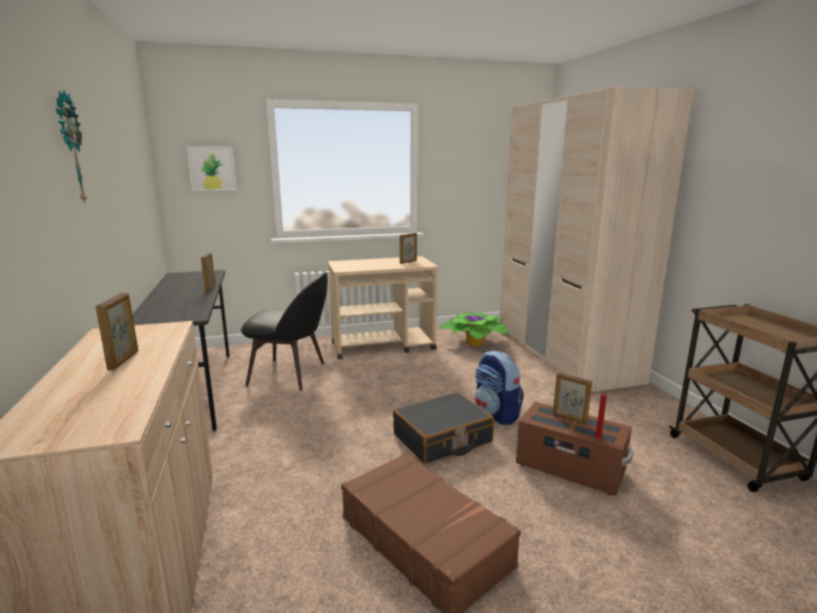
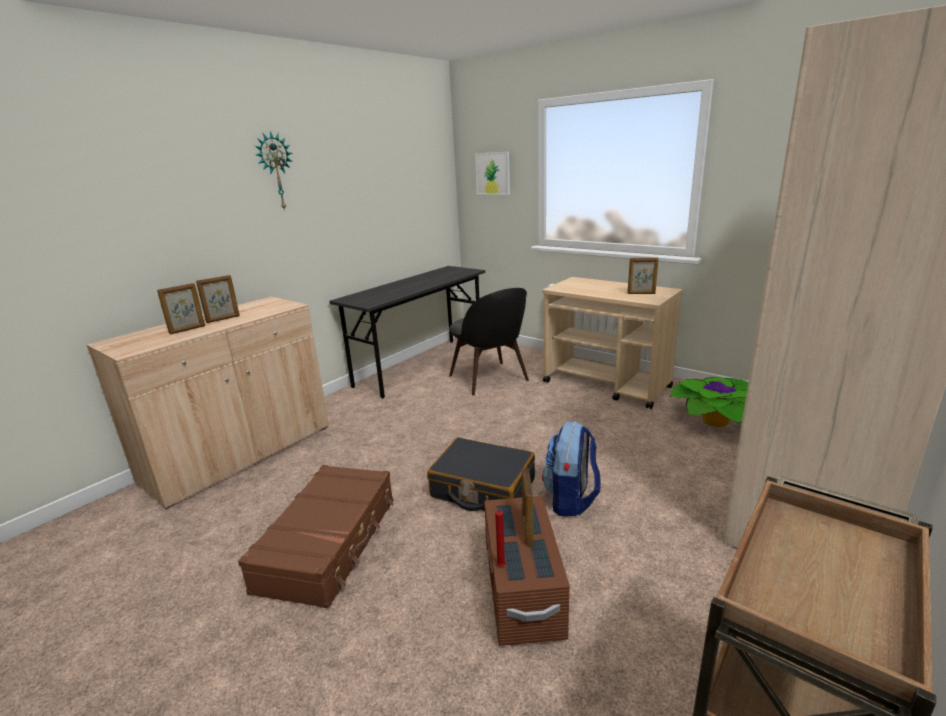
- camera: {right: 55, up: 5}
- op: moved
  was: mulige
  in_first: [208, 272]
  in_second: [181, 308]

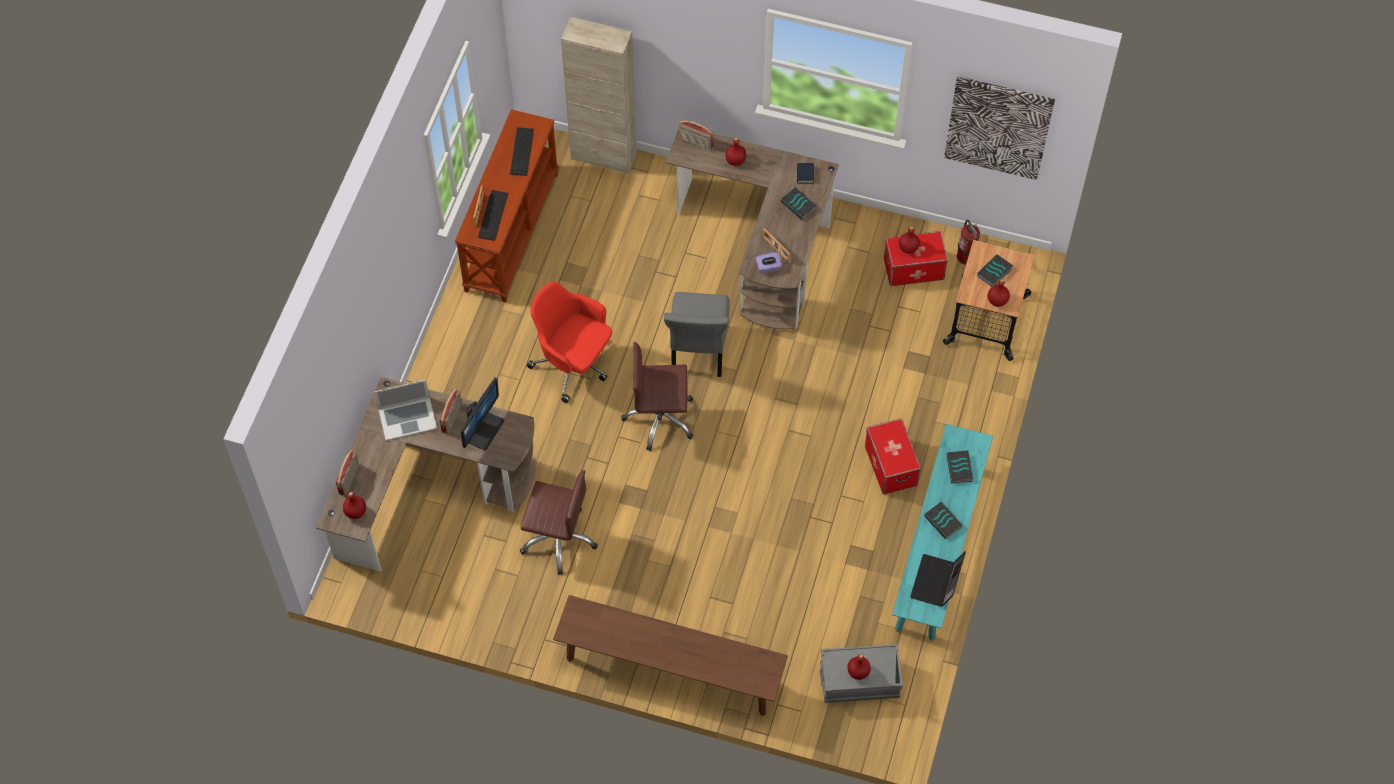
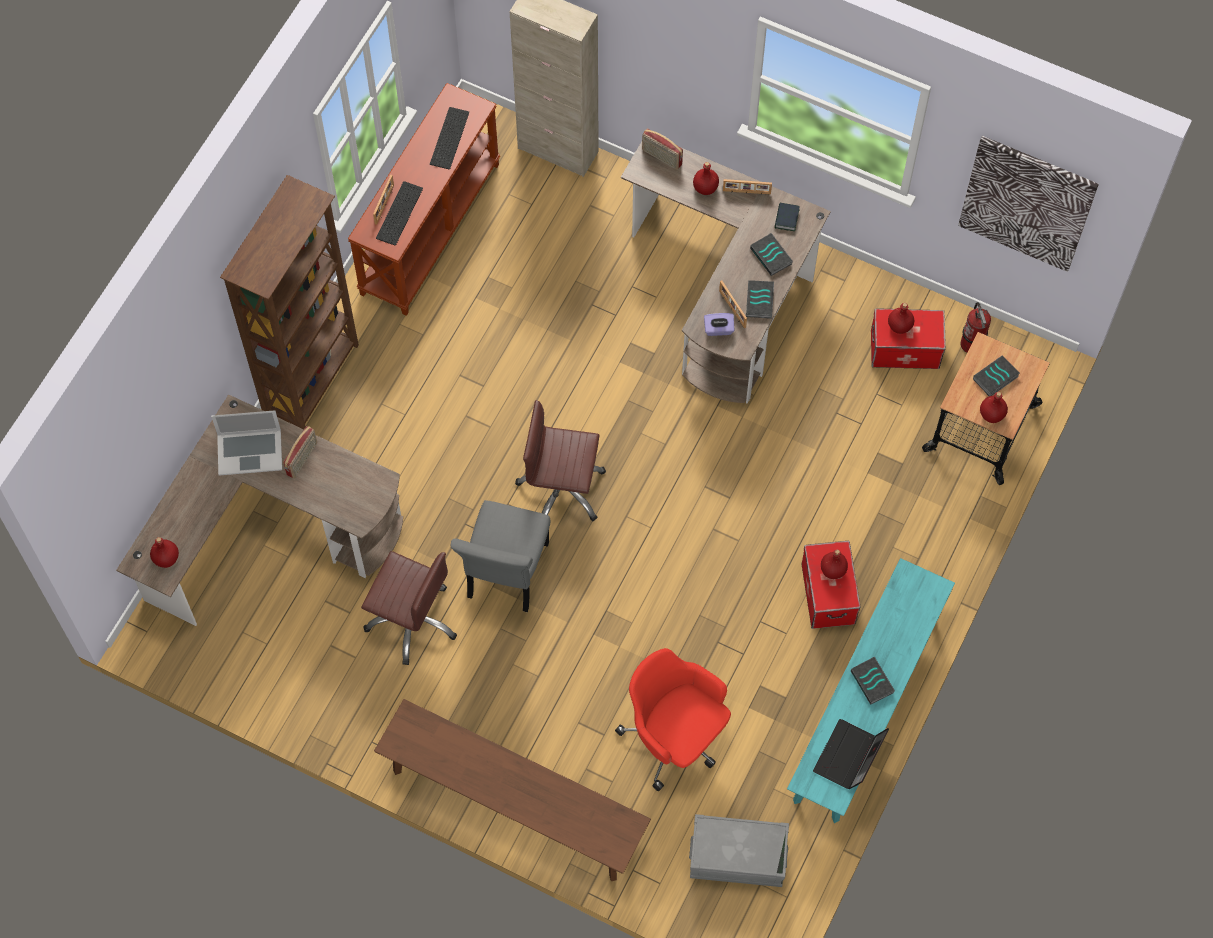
- camera: {right: 10, up: 5}
- op: removed
  was: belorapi
  in_first: [347, 472]
- op: removed
  was: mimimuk
  in_first: [482, 413]
- op: added
  now: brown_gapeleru
  in_second: [289, 302]
- op: added
  now: mulige
  in_second: [747, 187]
- op: moved
  was: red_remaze
  in_first: [569, 342]
  in_second: [673, 719]
- op: moved
  was: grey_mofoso
  in_first: [697, 334]
  in_second: [501, 556]
- op: moved
  was: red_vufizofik
  in_first: [859, 667]
  in_second: [834, 564]
- op: moved
  was: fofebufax
  in_first: [960, 466]
  in_second: [760, 299]

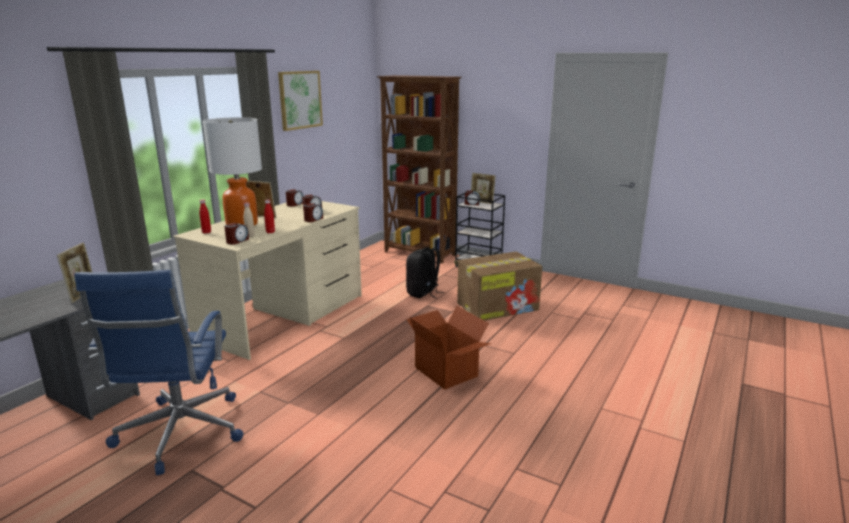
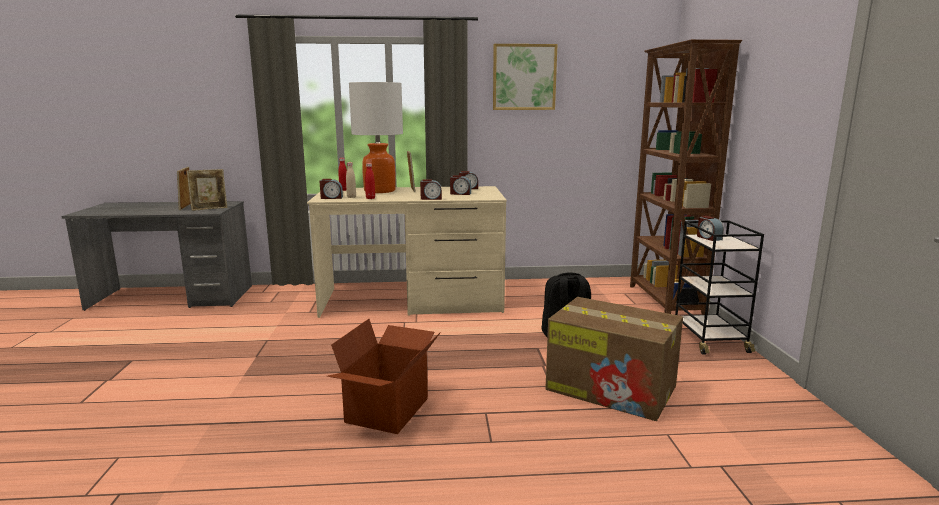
- camera: {right: 55, up: -5}
- op: removed
  was: blue_remaze
  in_first: [159, 372]
- op: moved
  was: mulige
  in_first: [483, 188]
  in_second: [184, 188]

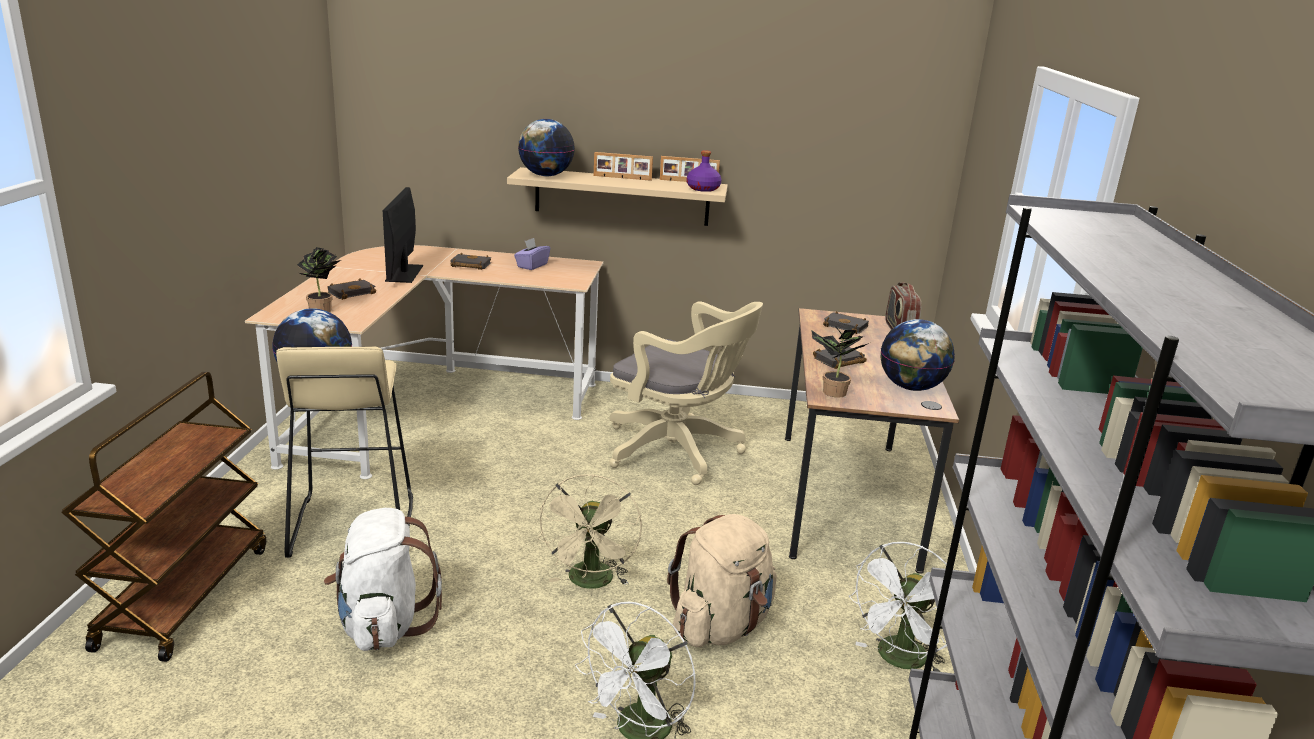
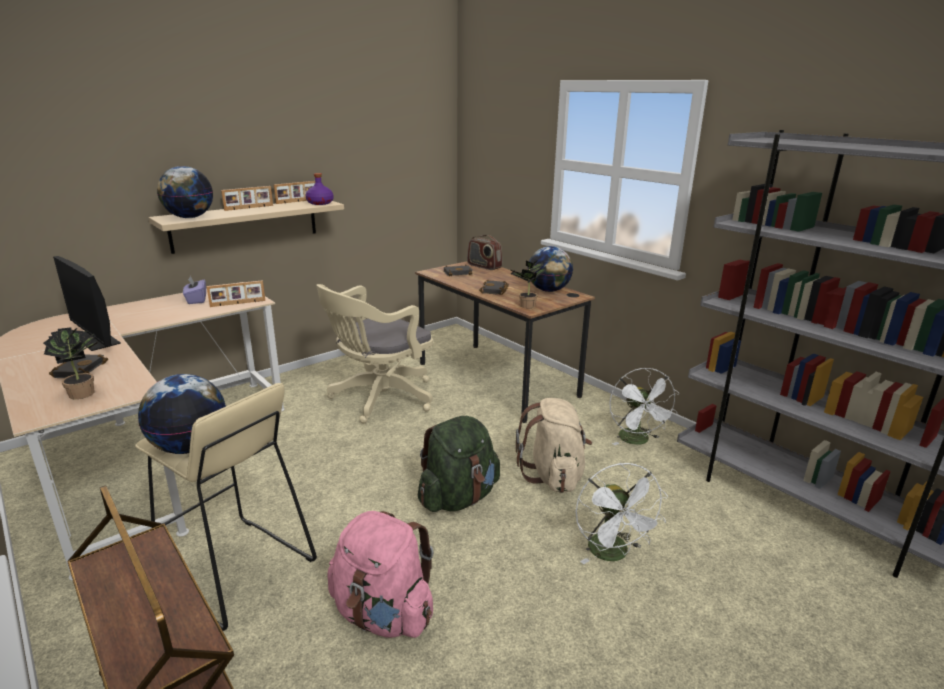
- camera: {right: -45, up: 0}
- op: removed
  was: black_fofebufax
  in_first: [471, 261]
- op: added
  now: mulige
  in_second: [235, 293]
- op: replaced
  was: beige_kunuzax
  now: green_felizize
  in_first: [589, 531]
  in_second: [459, 464]
- op: recoloured
  was: white_felizize
  now: pink_felizize
  in_first: [383, 579]
  in_second: [380, 574]
- op: turned
  was: beige_remaze
  in_first: [686, 393]
  in_second: [374, 354]
  clockwise: 150

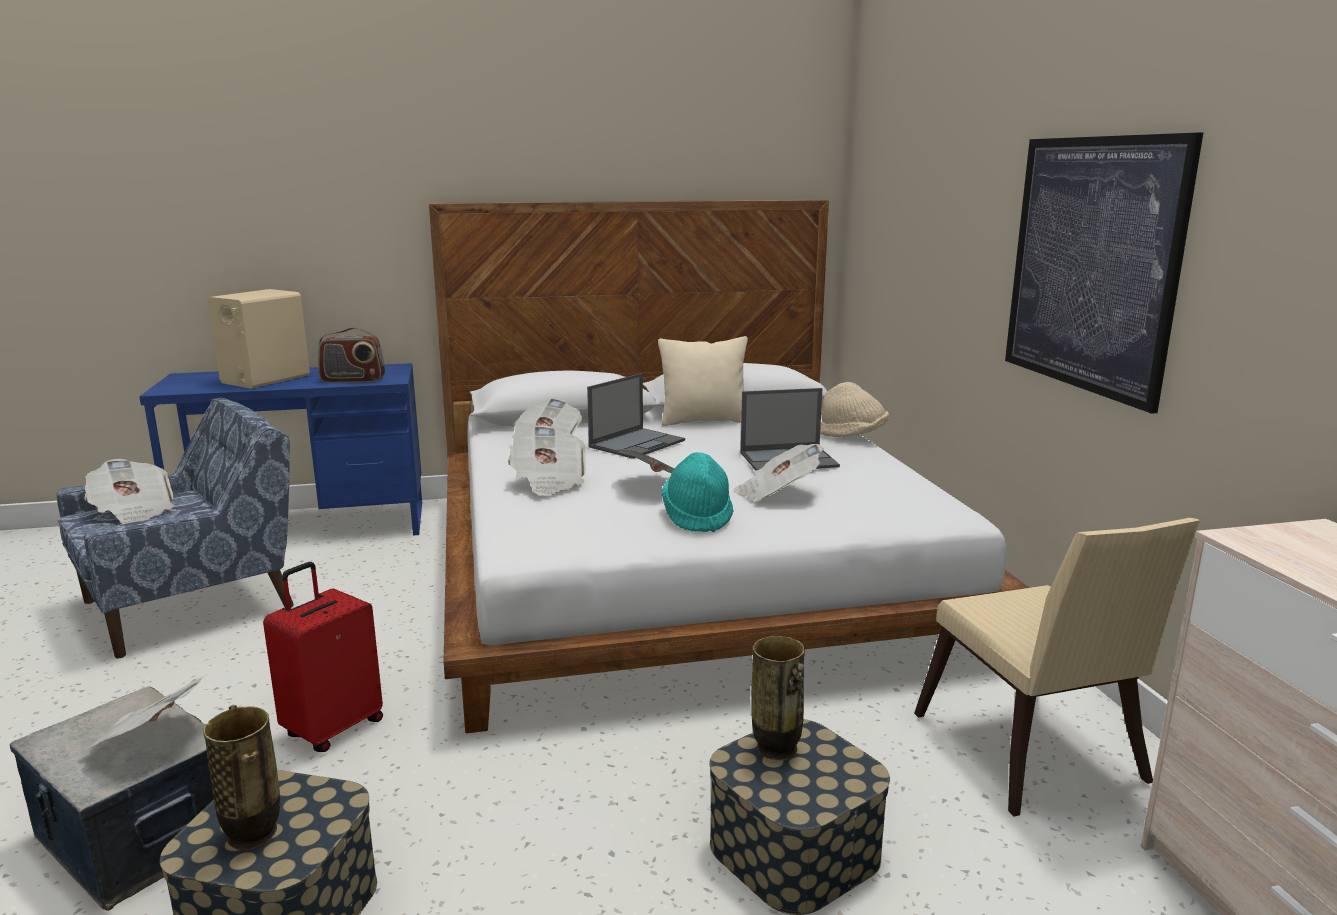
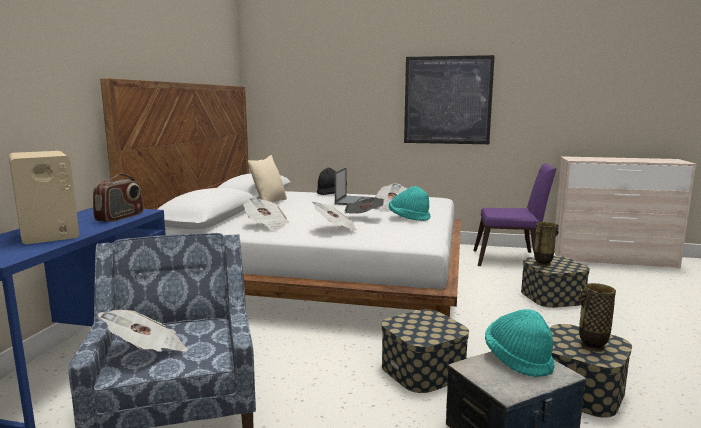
- camera: {right: -65, up: -5}
- op: removed
  was: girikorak
  in_first: [636, 416]
- op: replaced
  was: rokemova
  now: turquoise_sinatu
  in_first: [143, 713]
  in_second: [520, 343]
- op: replaced
  was: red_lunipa
  now: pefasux
  in_first: [323, 657]
  in_second: [425, 351]
- op: recoloured
  was: beige_sinatu
  now: black_sinatu
  in_first: [854, 409]
  in_second: [332, 181]
- op: recoloured
  was: beige_mofoso
  now: purple_mofoso
  in_first: [1057, 667]
  in_second: [515, 214]

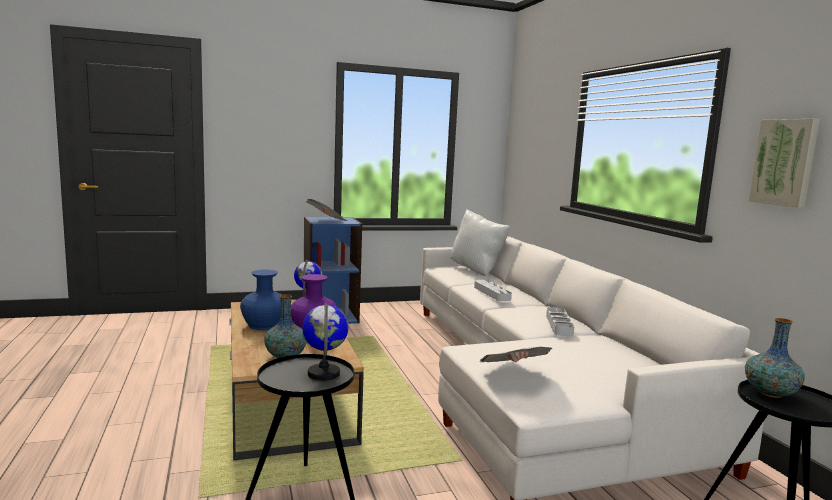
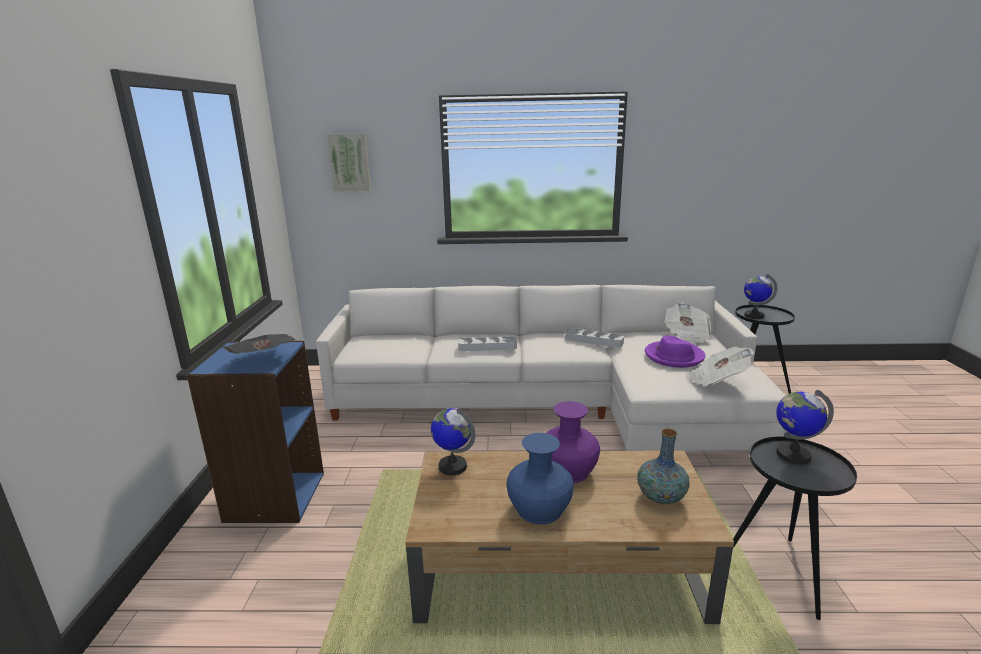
- camera: {right: -70, up: 10}
- op: removed
  was: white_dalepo
  in_first: [480, 242]
- op: added
  now: purple_sinatu
  in_second: [675, 352]
- op: added
  now: rokemova
  in_second: [688, 324]
- op: moved
  was: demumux
  in_first: [784, 163]
  in_second: [349, 162]
- op: replaced
  was: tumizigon
  now: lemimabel
  in_first: [775, 358]
  in_second: [760, 296]

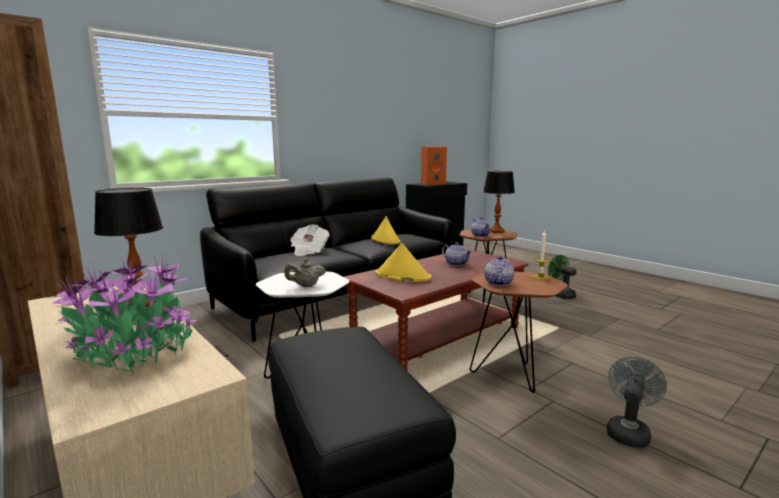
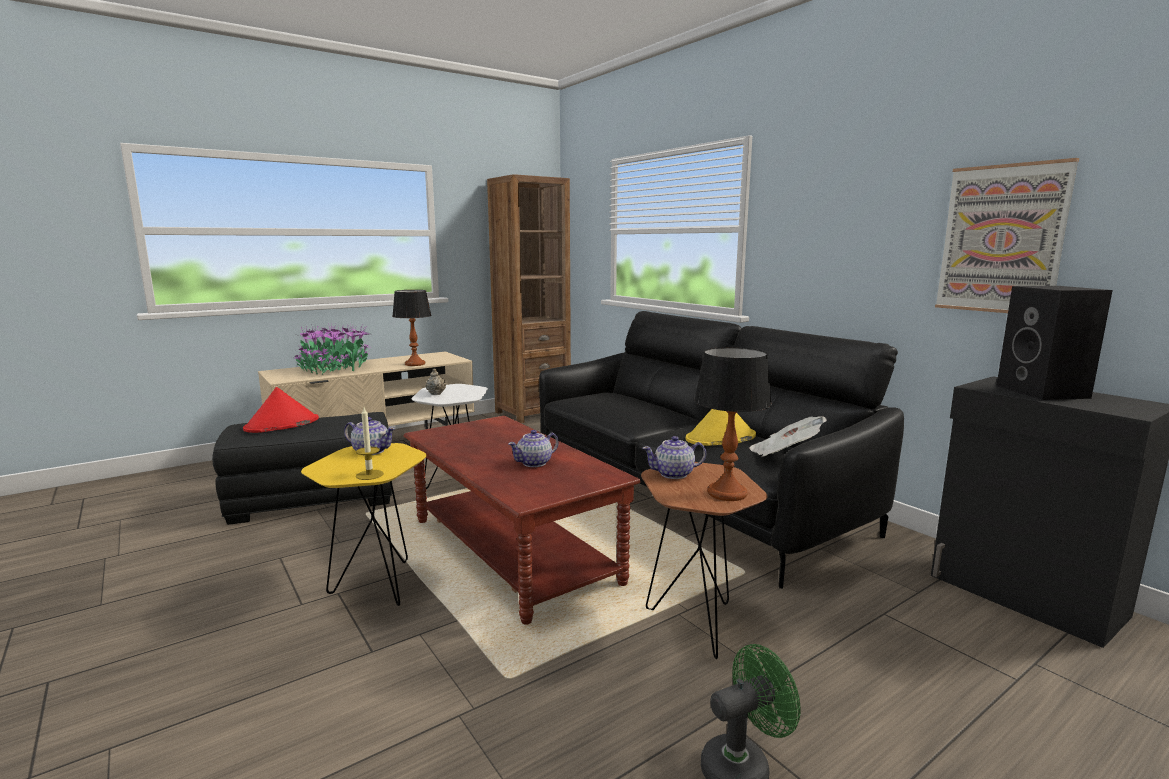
- camera: {right: 95, up: 0}
- op: removed
  was: yellow_sinatu
  in_first: [403, 262]
- op: removed
  was: grey_kunuzax
  in_first: [636, 402]
- op: added
  now: red_sinatu
  in_second: [281, 410]
- op: added
  now: demumux
  in_second: [1007, 235]
- op: moved
  was: rokemova
  in_first: [310, 240]
  in_second: [788, 436]
- op: recoloured
  was: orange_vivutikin
  now: black_vivutikin
  in_first: [434, 165]
  in_second: [1054, 343]
- op: recoloured
  was: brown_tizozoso
  now: yellow_tizozoso
  in_first: [519, 332]
  in_second: [364, 524]

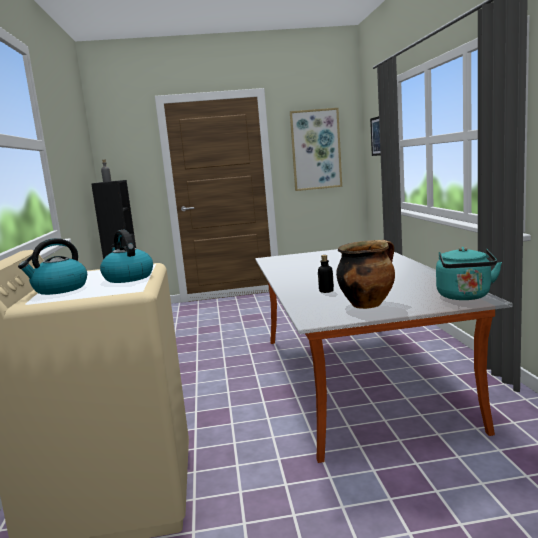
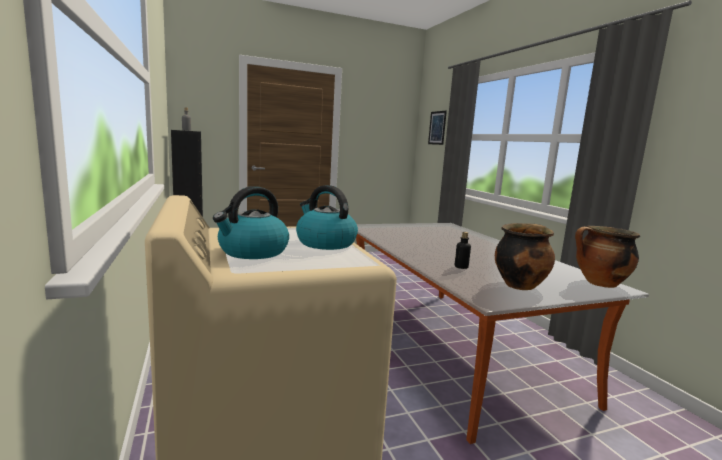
- camera: {right: -15, up: 0}
- op: removed
  was: demumux
  in_first: [316, 149]
- op: replaced
  was: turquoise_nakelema
  now: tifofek
  in_first: [469, 273]
  in_second: [607, 257]

